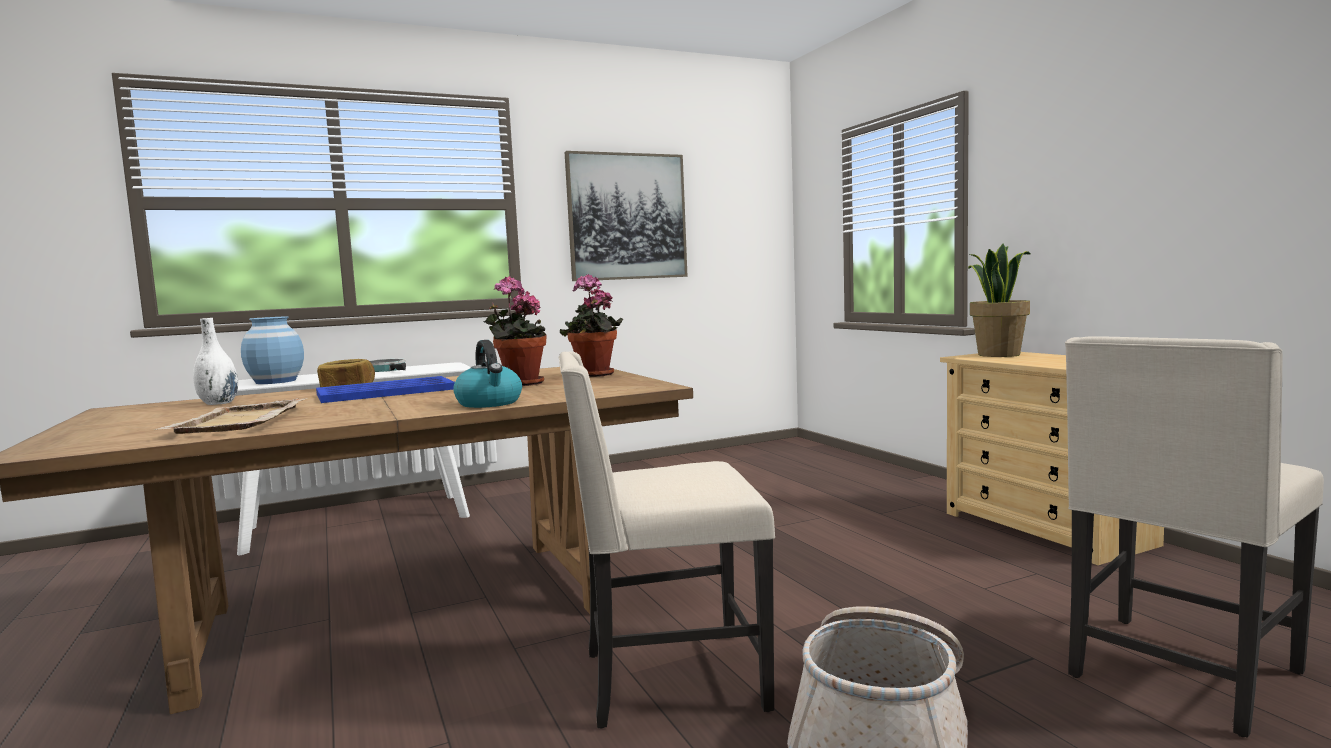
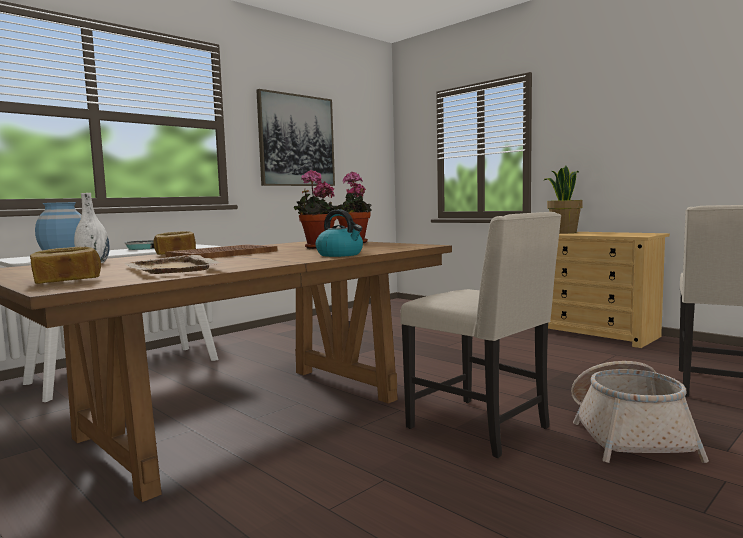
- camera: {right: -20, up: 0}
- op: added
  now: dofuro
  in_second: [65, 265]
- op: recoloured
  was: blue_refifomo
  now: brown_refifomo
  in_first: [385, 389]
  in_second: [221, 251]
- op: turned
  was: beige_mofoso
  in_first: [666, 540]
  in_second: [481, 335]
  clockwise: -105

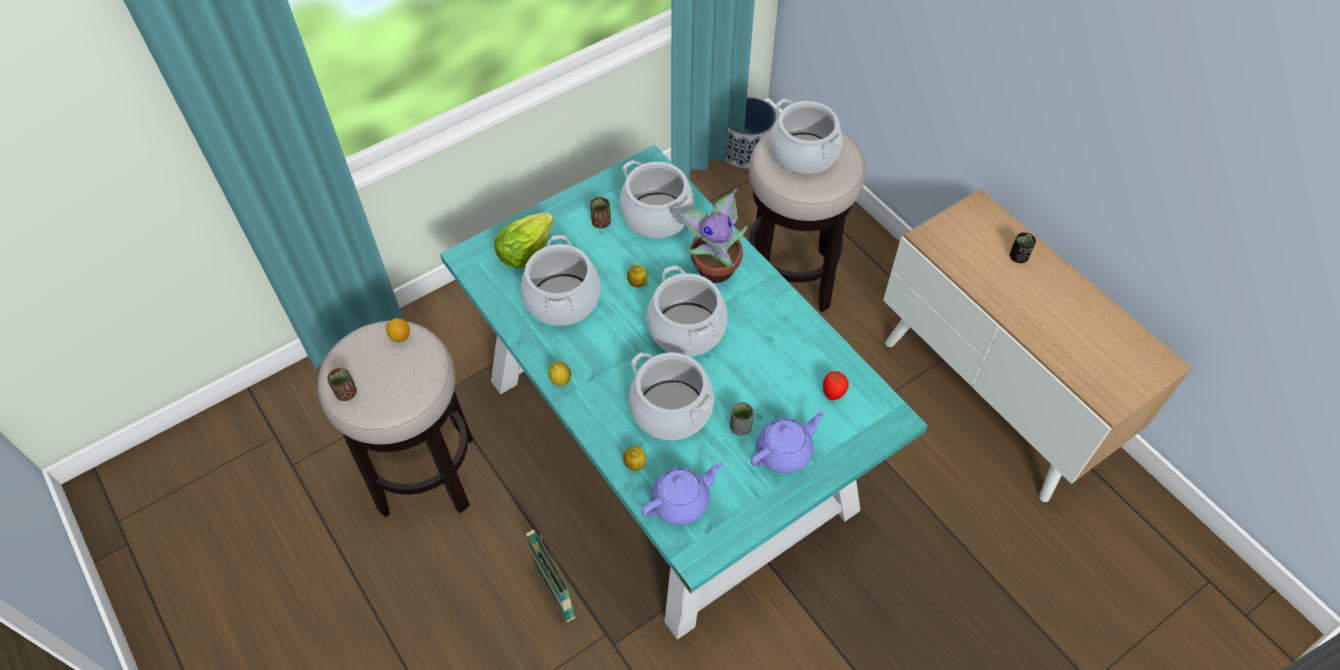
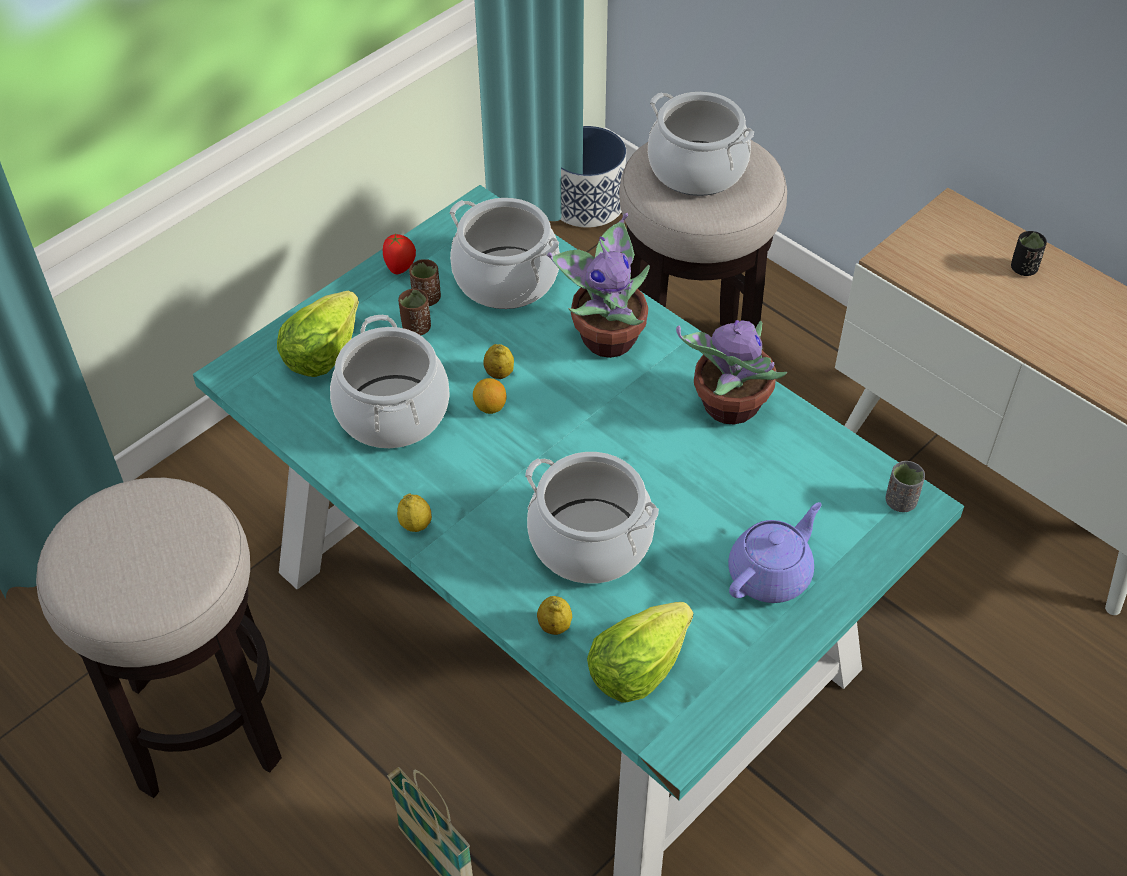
- camera: {right: -10, up: -5}
- op: removed
  was: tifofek
  in_first: [687, 311]
- op: added
  now: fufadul
  in_second: [731, 372]
- op: moved
  was: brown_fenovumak
  in_first: [342, 384]
  in_second: [414, 312]
- op: moved
  was: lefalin
  in_first: [398, 330]
  in_second: [490, 396]
- op: moved
  was: grey_fenovumak
  in_first: [742, 419]
  in_second: [905, 486]
- op: moved
  was: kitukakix
  in_first: [836, 385]
  in_second: [399, 254]
- op: replaced
  was: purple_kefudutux
  now: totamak
  in_first: [682, 493]
  in_second: [640, 652]

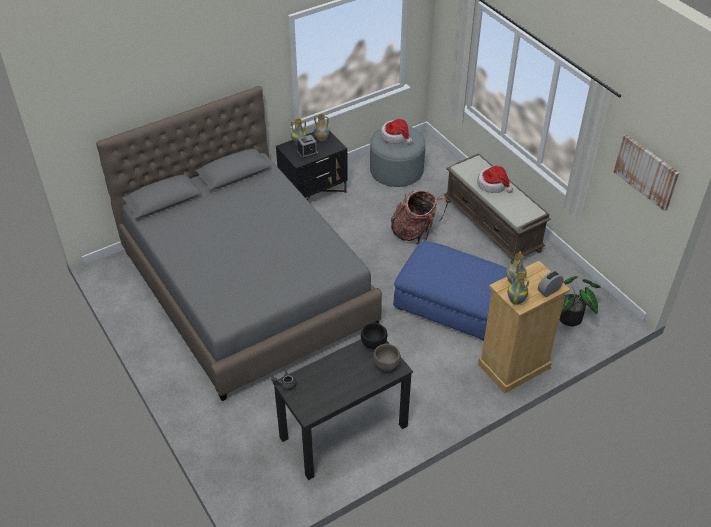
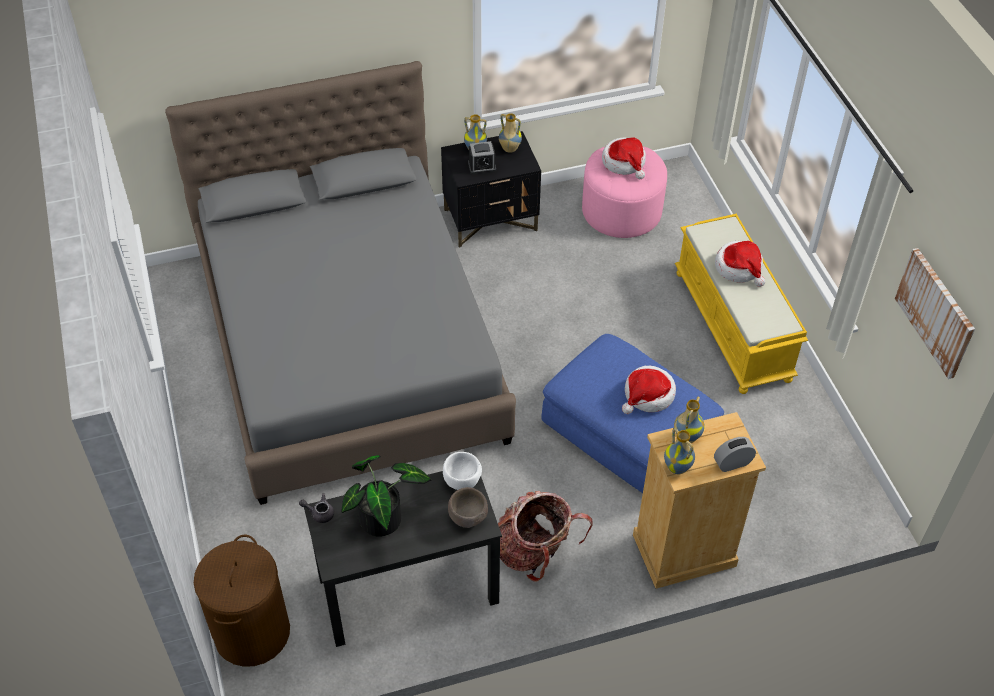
- camera: {right: 15, up: 5}
- op: added
  now: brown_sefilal
  in_second: [242, 601]
- op: added
  now: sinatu
  in_second: [649, 390]
- op: moved
  was: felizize
  in_first: [419, 217]
  in_second: [545, 536]
- op: moved
  was: fufadul
  in_first: [580, 301]
  in_second: [386, 496]
- op: recoloured
  was: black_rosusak
  now: white_rosusak
  in_first: [374, 336]
  in_second: [462, 471]
- op: recoloured
  was: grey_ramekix
  now: pink_ramekix
  in_first: [397, 156]
  in_second: [624, 192]
- op: recoloured
  was: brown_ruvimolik
  now: yellow_ruvimolik
  in_first: [497, 208]
  in_second: [741, 304]

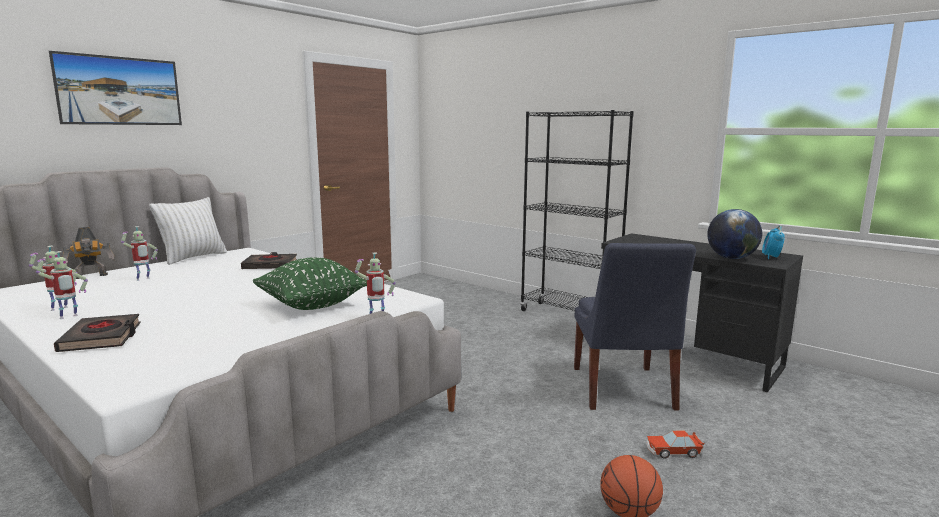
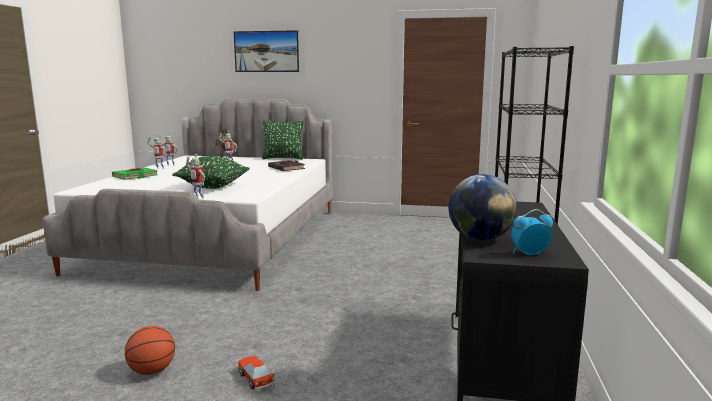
- camera: {right: 60, up: 0}
- op: removed
  was: blue_mofoso
  in_first: [635, 326]
- op: recoloured
  was: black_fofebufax
  now: green_fofebufax
  in_first: [97, 333]
  in_second: [135, 174]
- op: recoloured
  was: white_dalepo
  now: green_dalepo
  in_first: [188, 231]
  in_second: [283, 139]

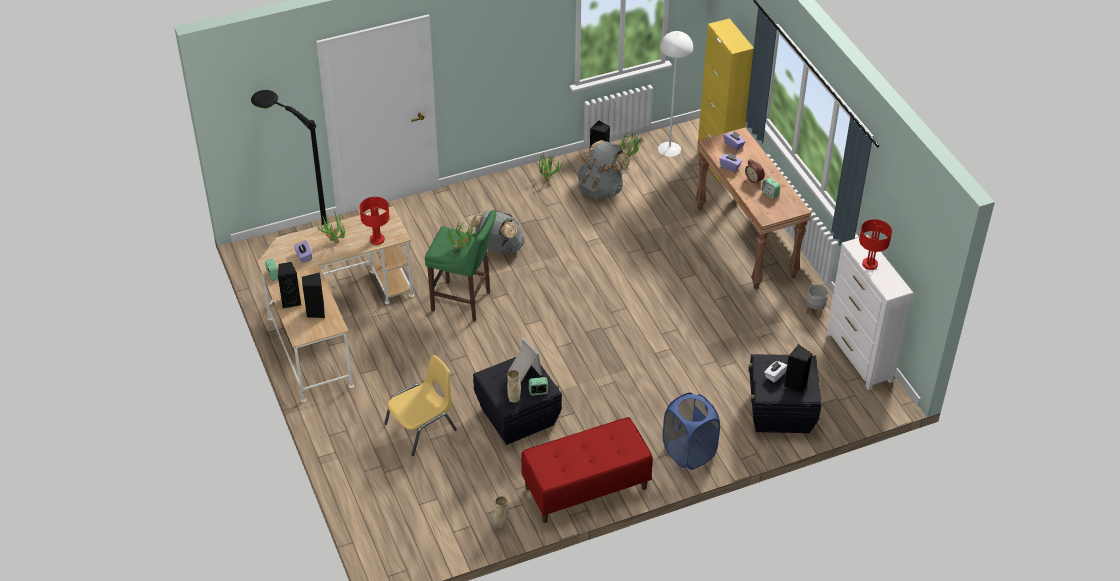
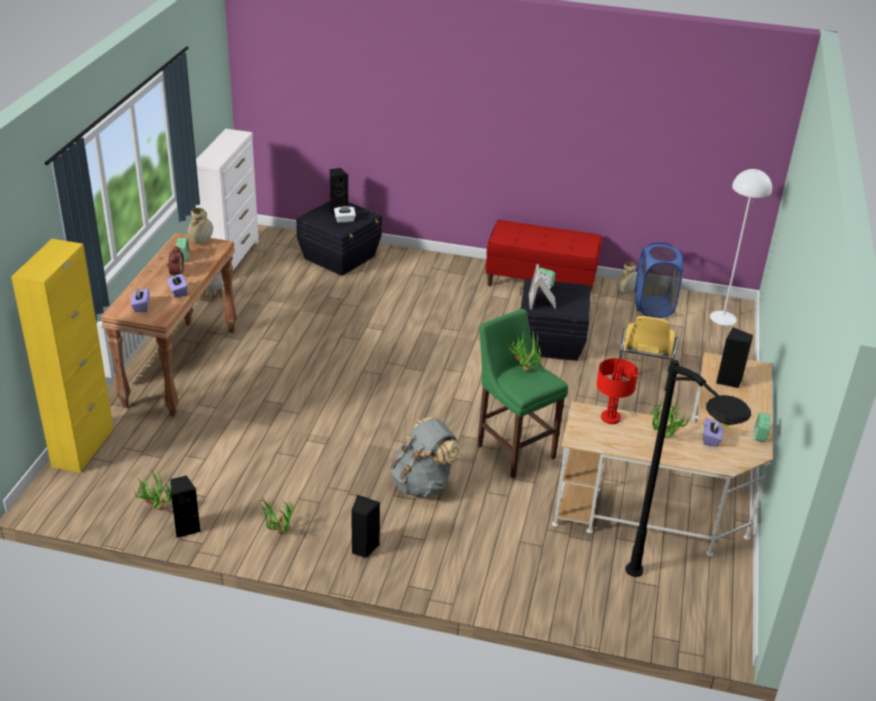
- camera: {right: -145, up: -10}
- op: removed
  was: grey_felizize
  in_first: [604, 169]
- op: removed
  was: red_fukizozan
  in_first: [875, 244]
- op: moved
  was: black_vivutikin
  in_first: [289, 285]
  in_second: [365, 526]
- op: moved
  was: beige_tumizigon
  in_first: [514, 386]
  in_second: [200, 226]
- op: moved
  was: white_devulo
  in_first: [675, 94]
  in_second: [741, 247]
- op: moved
  was: blue_sefilal
  in_first: [691, 431]
  in_second: [659, 280]
- op: turned
  was: yellow_mofoso
  in_first: [420, 405]
  in_second: [648, 353]
  clockwise: -75

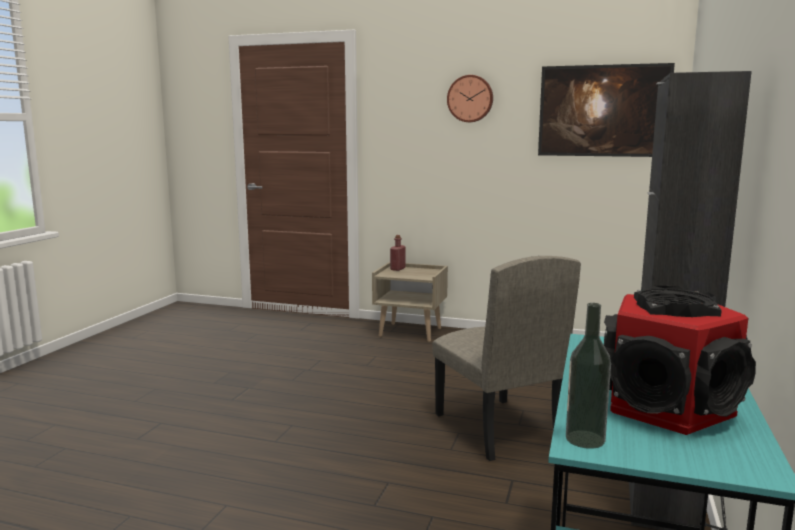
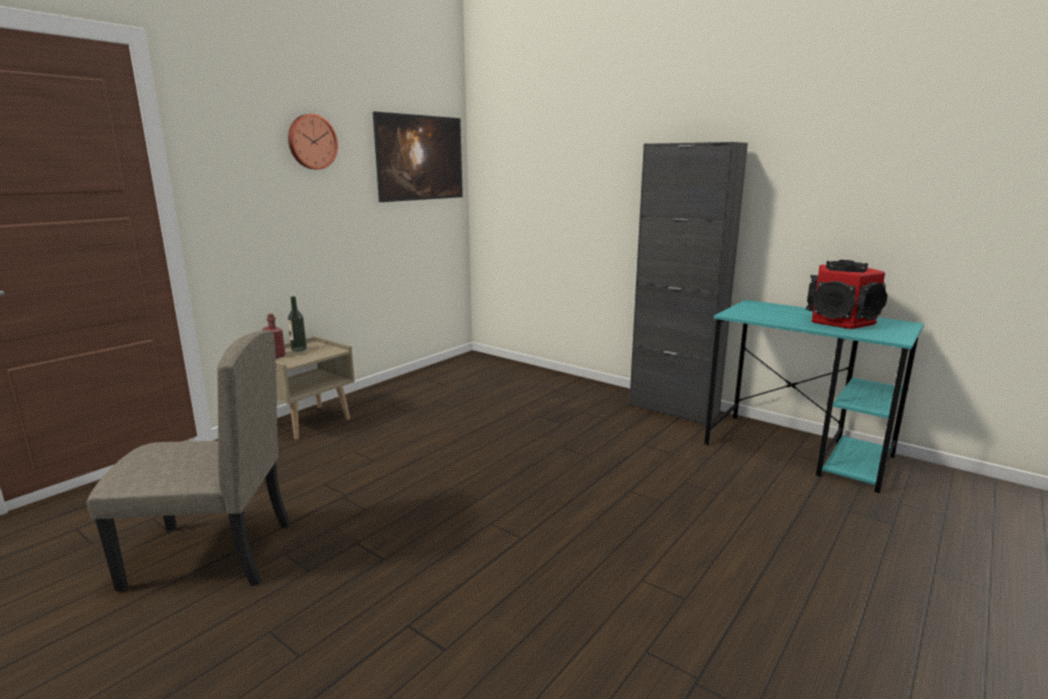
- camera: {right: -70, up: 5}
- op: moved
  was: beige_mofoso
  in_first: [507, 358]
  in_second: [188, 461]
- op: moved
  was: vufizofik
  in_first: [588, 376]
  in_second: [297, 324]

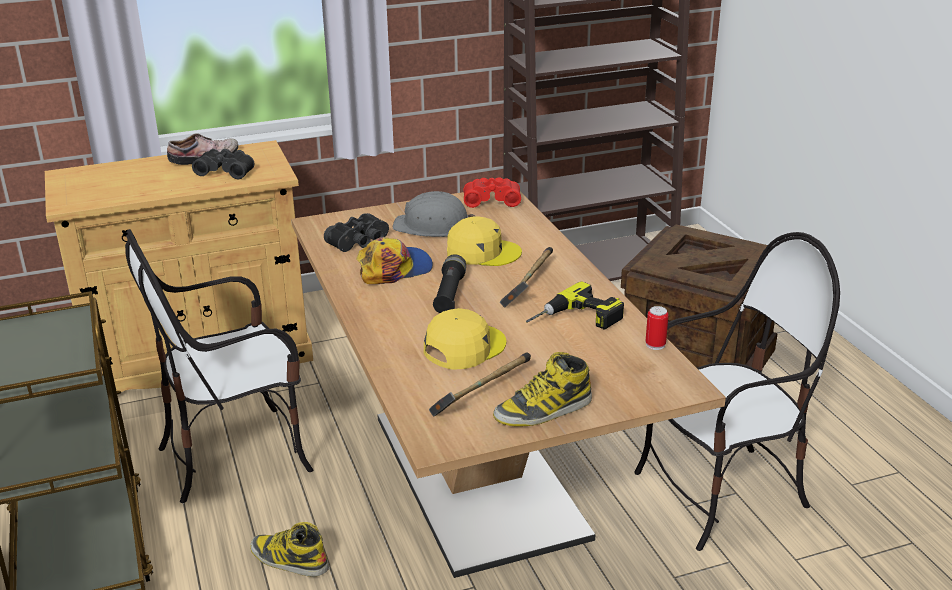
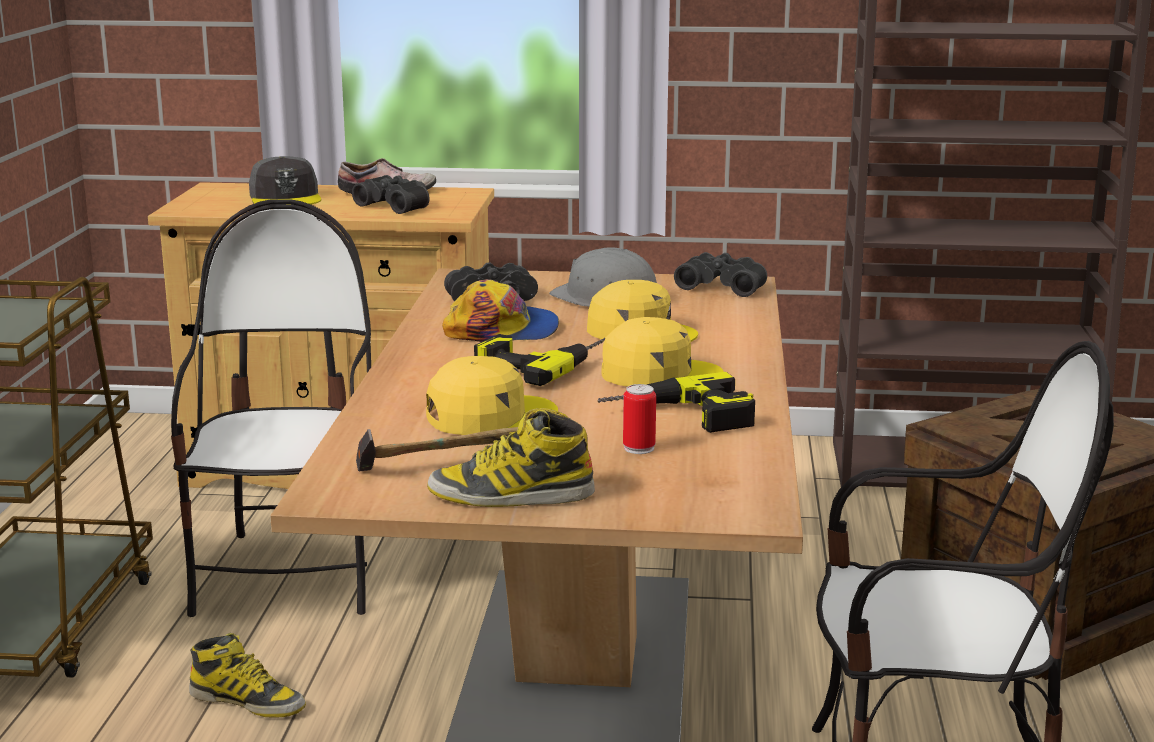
- camera: {right: 25, up: -10}
- op: added
  now: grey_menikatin
  in_second: [285, 180]
- op: moved
  was: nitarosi
  in_first: [657, 328]
  in_second: [639, 419]
- op: replaced
  was: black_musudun
  now: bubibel
  in_first: [449, 283]
  in_second: [539, 360]
- op: replaced
  was: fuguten
  now: yellow_menikatin
  in_first: [526, 277]
  in_second: [663, 352]
- op: recoloured
  was: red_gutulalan
  now: black_gutulalan
  in_first: [492, 192]
  in_second: [720, 274]
- op: turned
  was: mofoso
  in_first: [219, 366]
  in_second: [271, 408]
  clockwise: 90
- op: turned
  was: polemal
  in_first: [289, 549]
  in_second: [247, 675]
  clockwise: 150

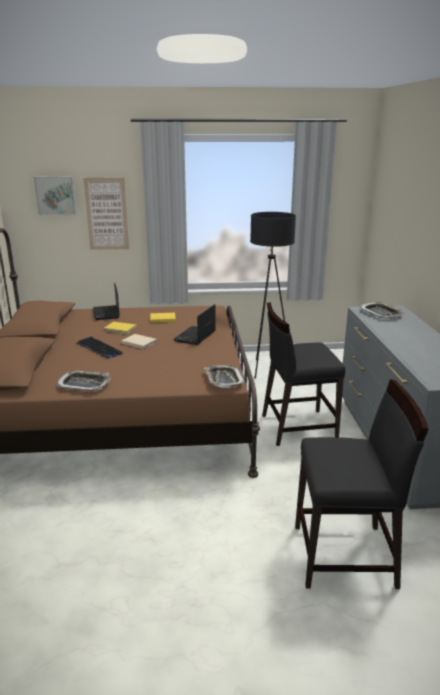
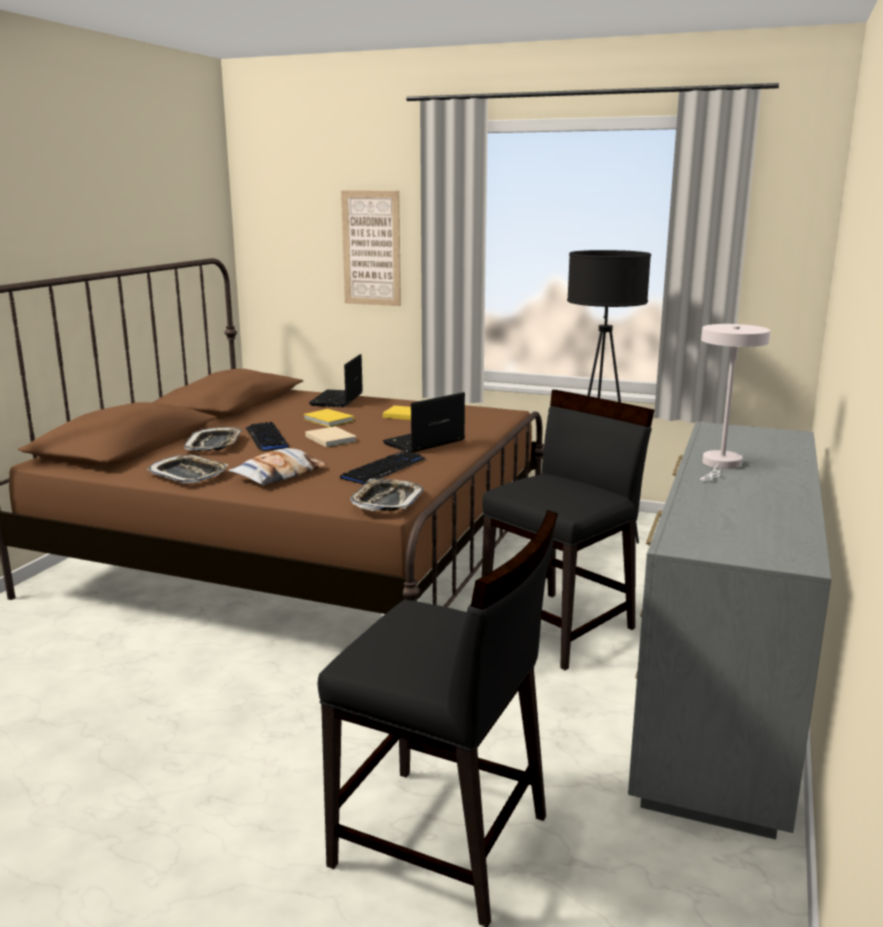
- camera: {right: 25, up: -5}
- op: removed
  was: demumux
  in_first: [55, 195]
- op: added
  now: dalepo
  in_second: [277, 467]
- op: added
  now: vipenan
  in_second: [383, 467]
- op: added
  now: white_fukizozan
  in_second: [735, 402]
- op: moved
  was: refifomo
  in_first: [382, 310]
  in_second: [213, 439]
- op: turned
  was: black_mofoso
  in_first: [303, 374]
  in_second: [568, 530]
  clockwise: 120

